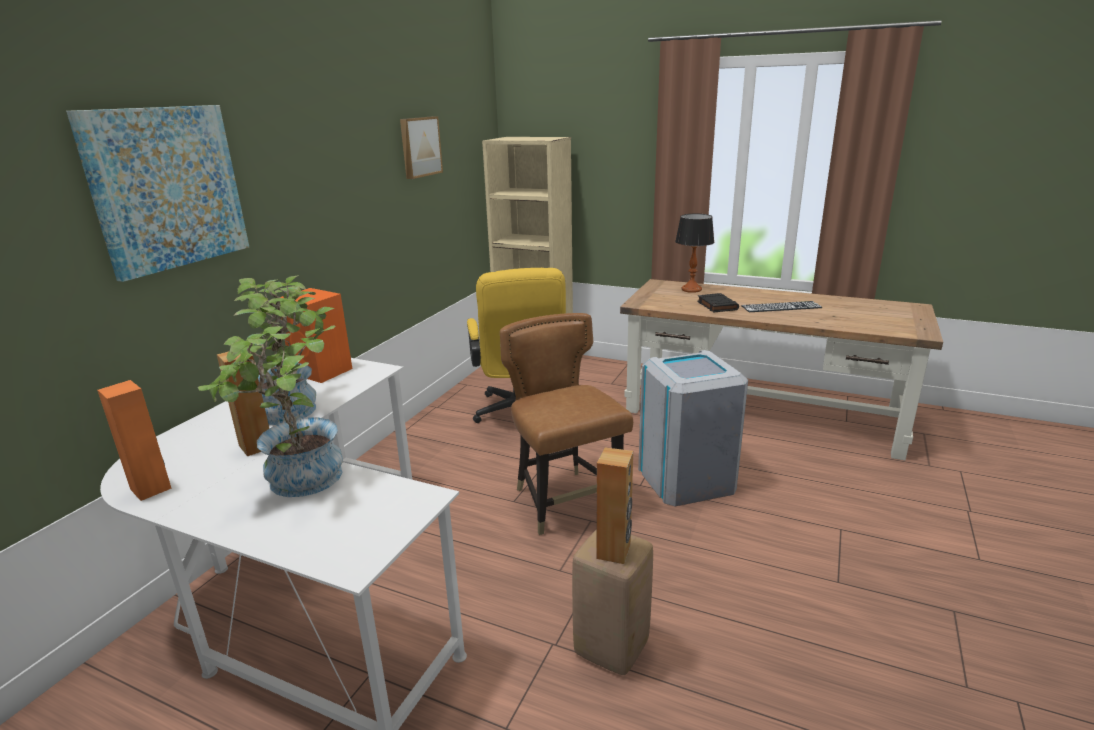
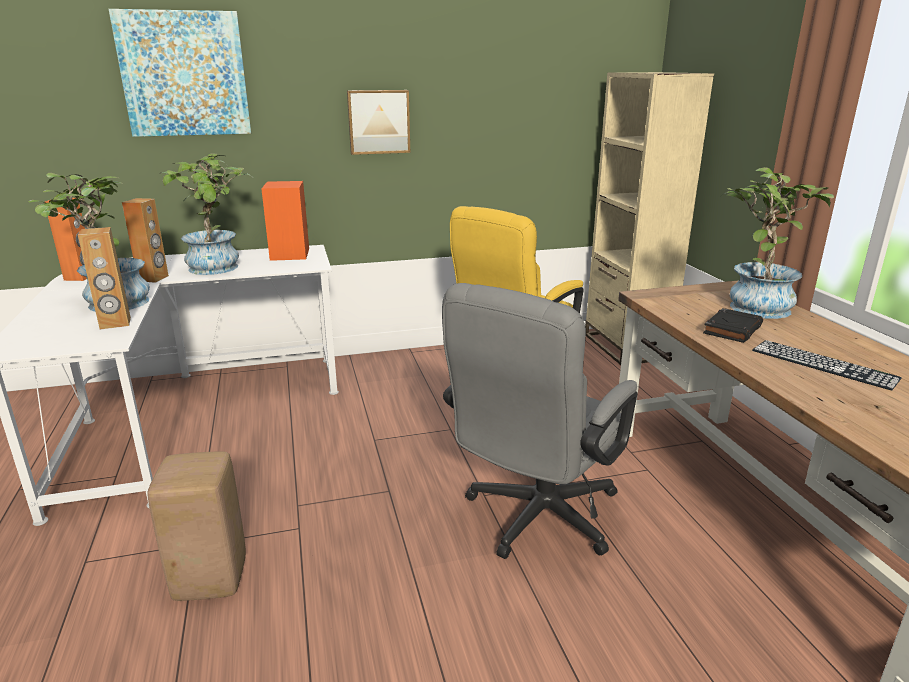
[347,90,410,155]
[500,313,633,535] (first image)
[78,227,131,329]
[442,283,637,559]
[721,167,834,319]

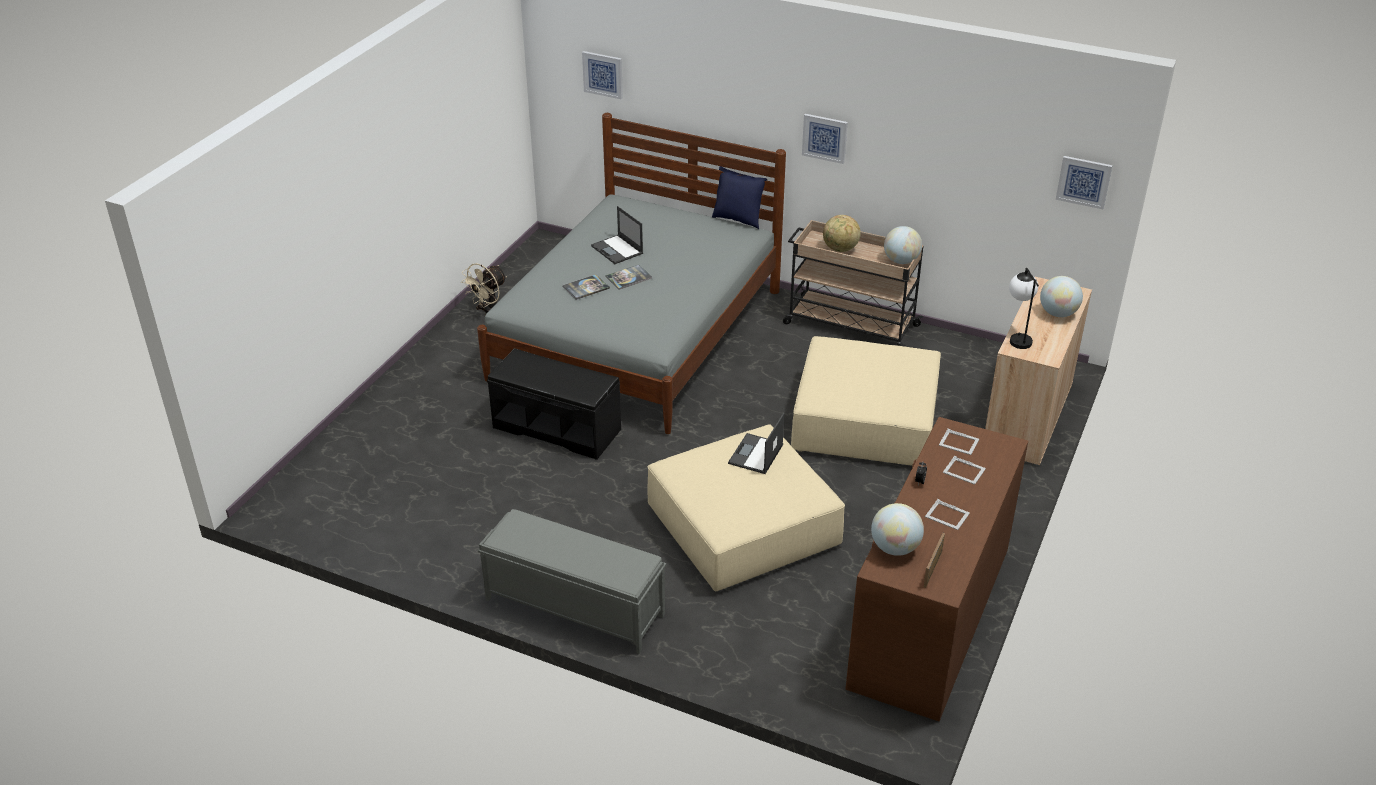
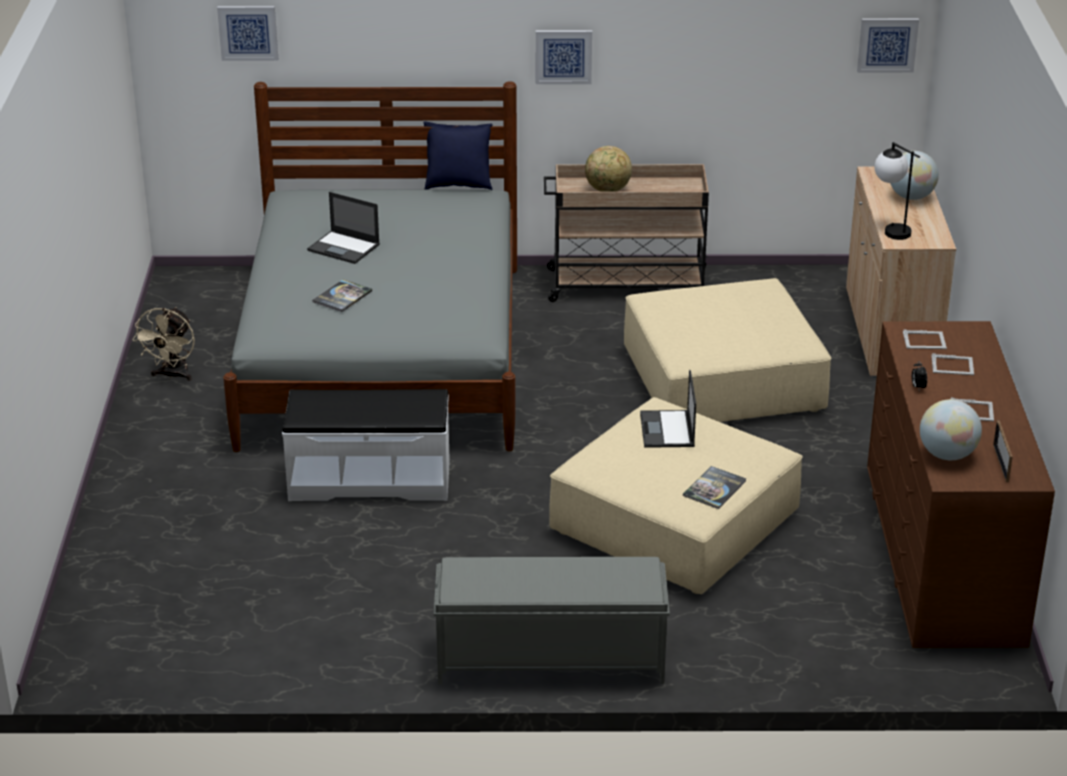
[282,389,450,501]
[683,466,746,509]
[884,226,922,264] (first image)

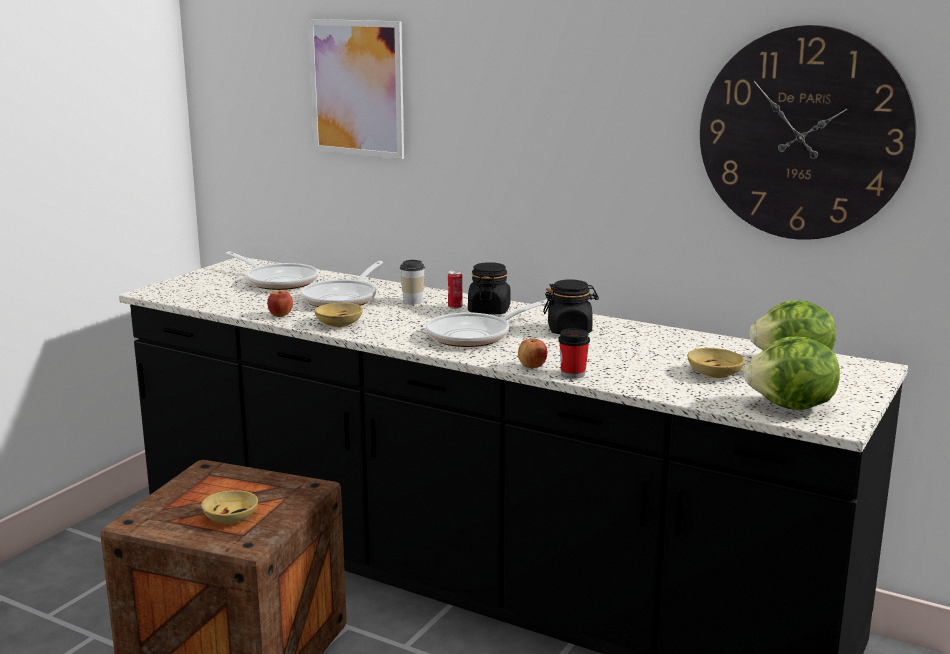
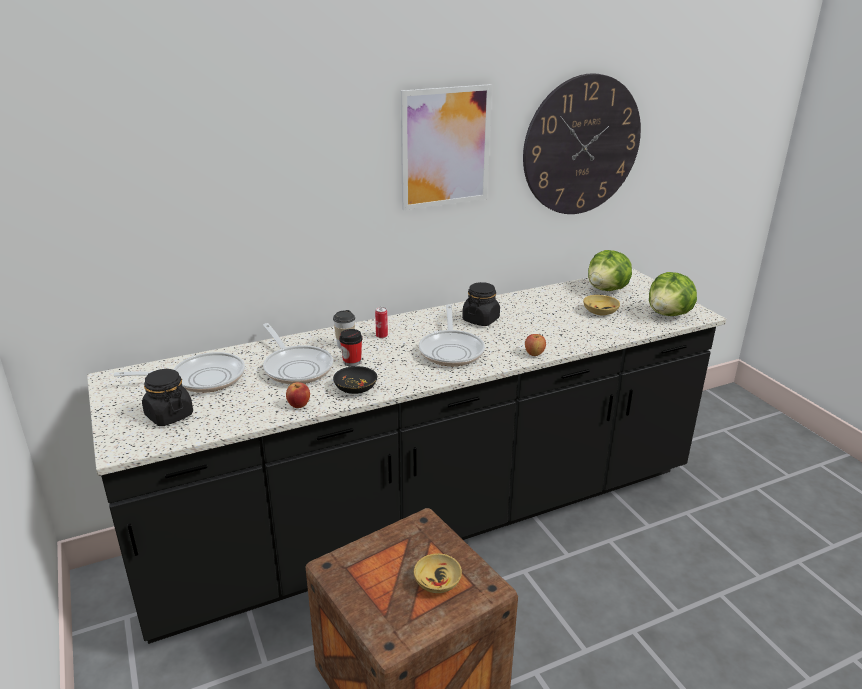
[401,84,492,210]
[333,366,377,394]
[142,369,193,426]
[339,329,363,366]

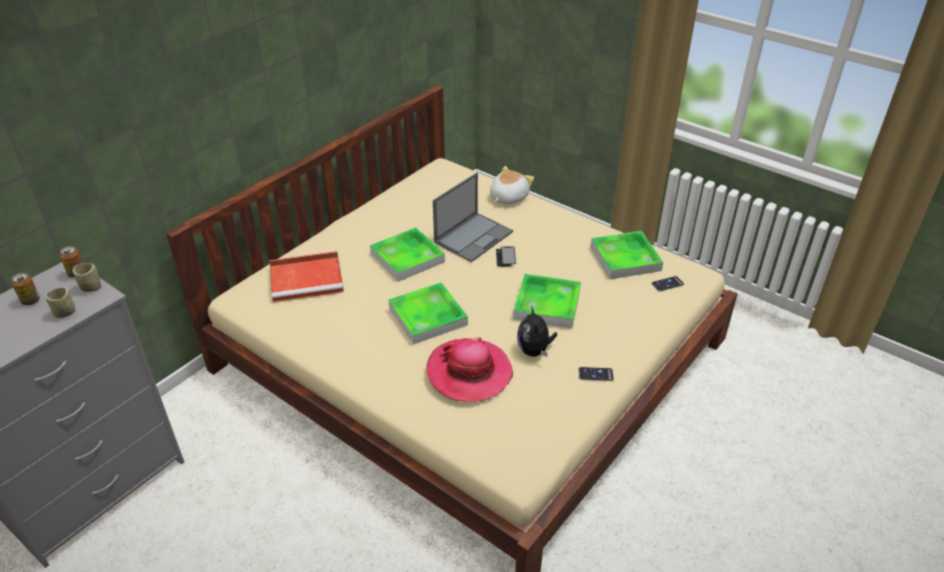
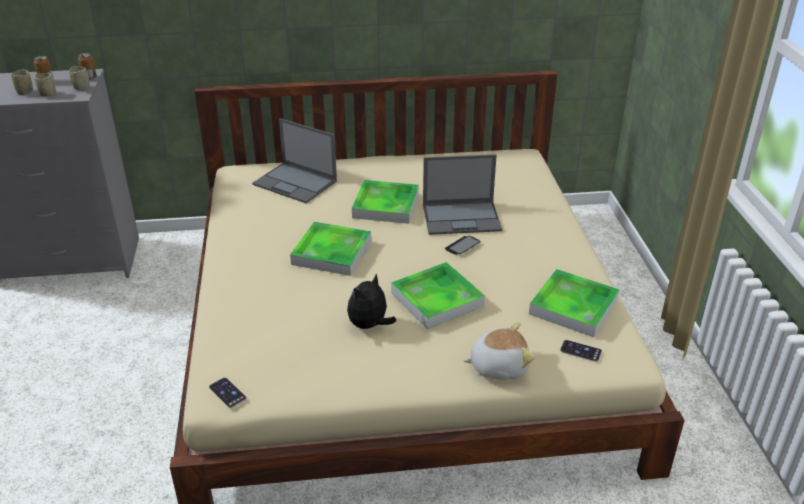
[252,118,337,204]
[426,337,513,402] (first image)
[463,322,535,380]
[209,378,247,408]
[11,69,33,95]

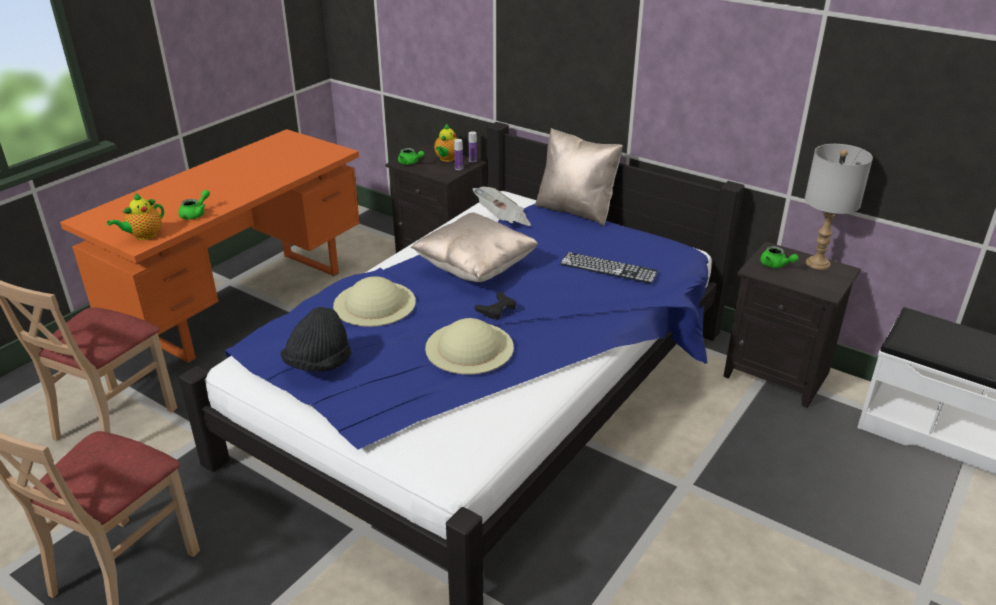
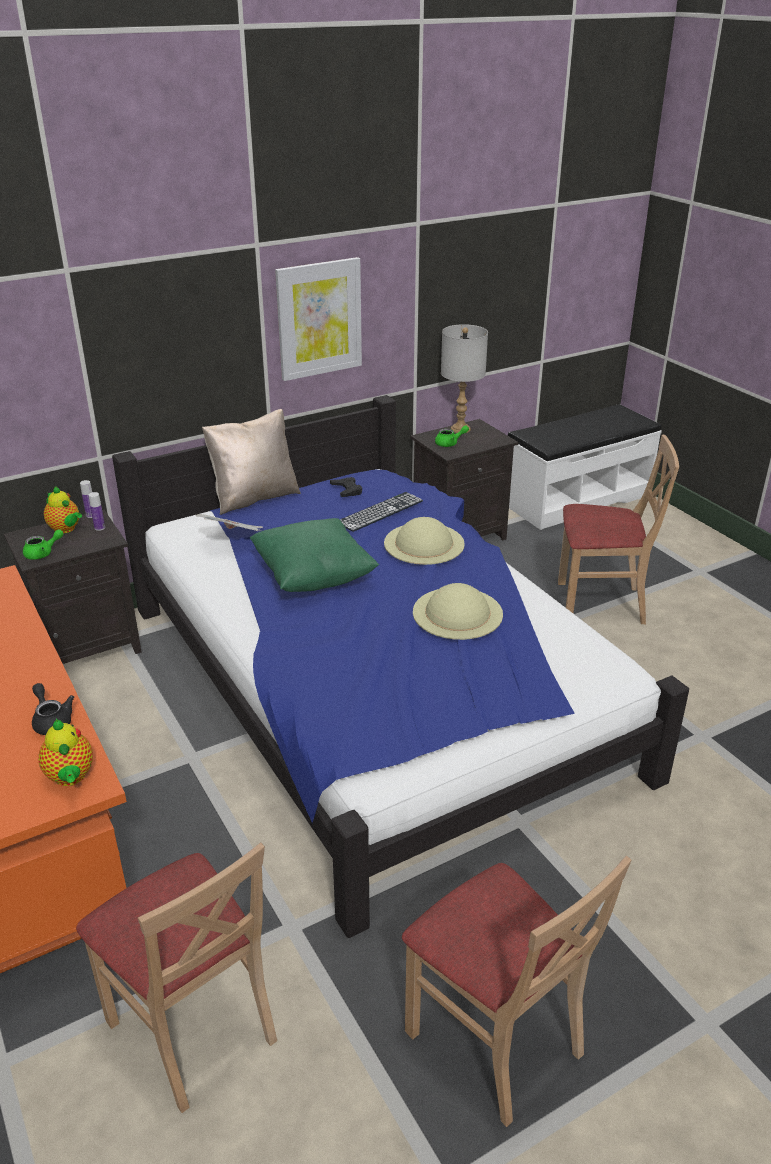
[32,683,74,735]
[280,307,351,372] (first image)
[384,517,465,565]
[250,518,379,592]
[330,477,362,497]
[275,257,362,381]
[558,435,679,624]

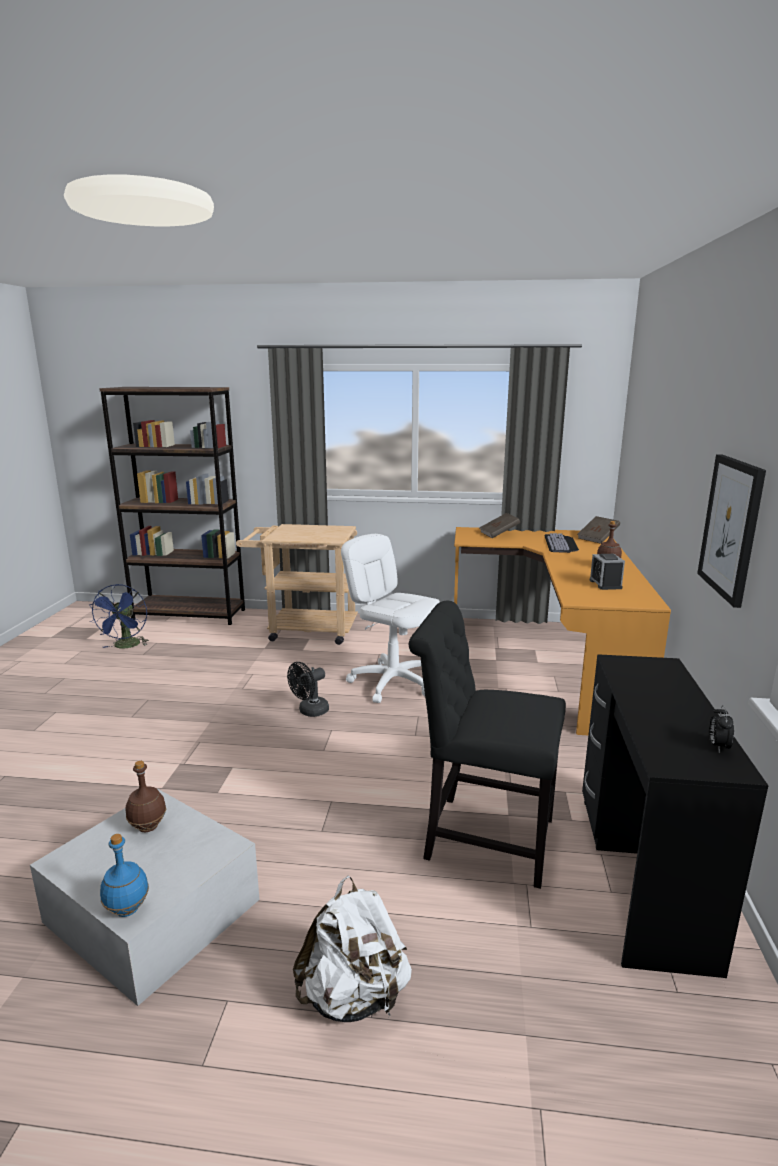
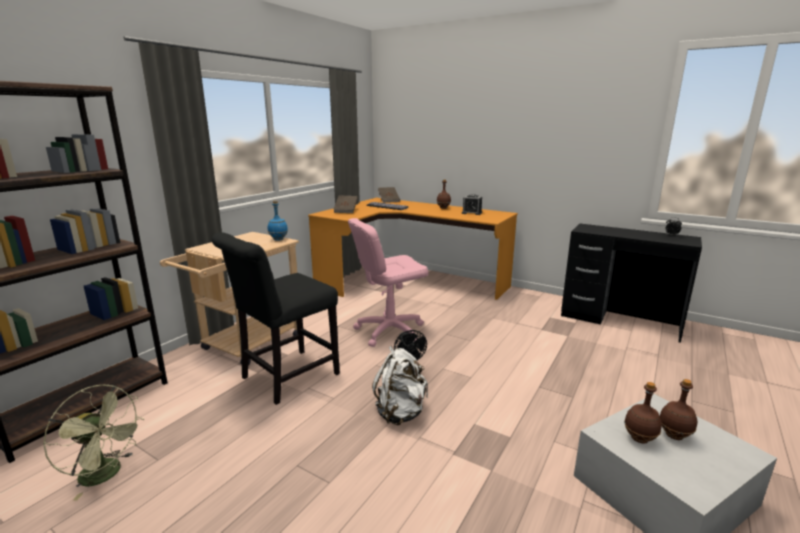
[43,384,145,501]
[268,201,288,241]
[372,346,428,425]
[348,218,428,347]
[212,232,340,405]
[697,454,766,608] (first image)
[660,379,697,440]

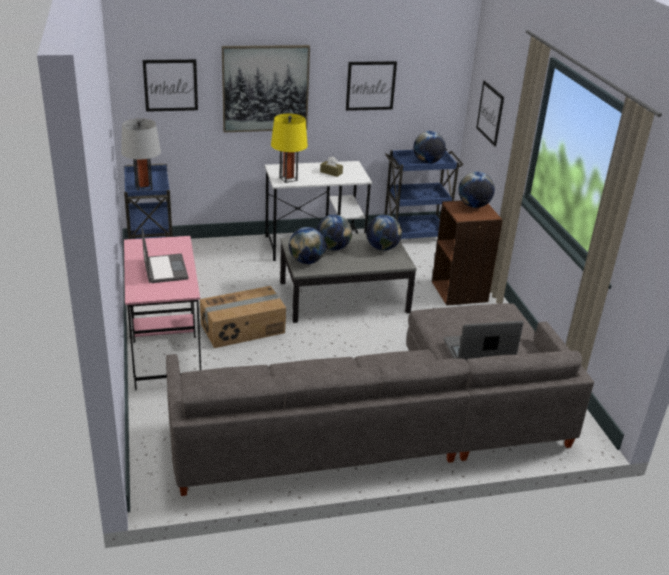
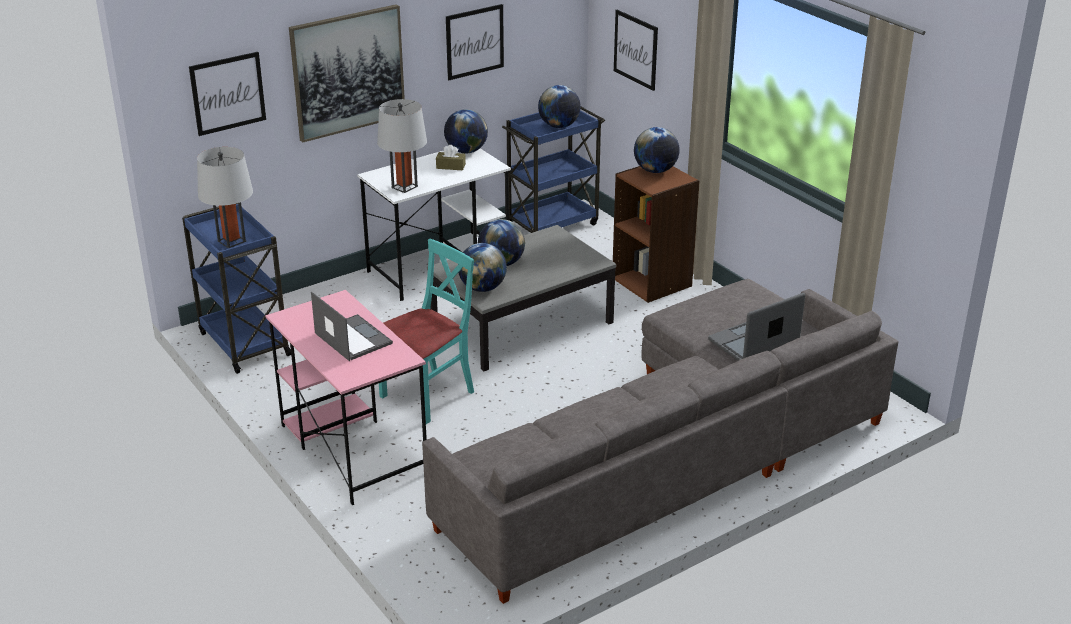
[379,239,474,424]
[377,99,427,193]
[444,109,488,153]

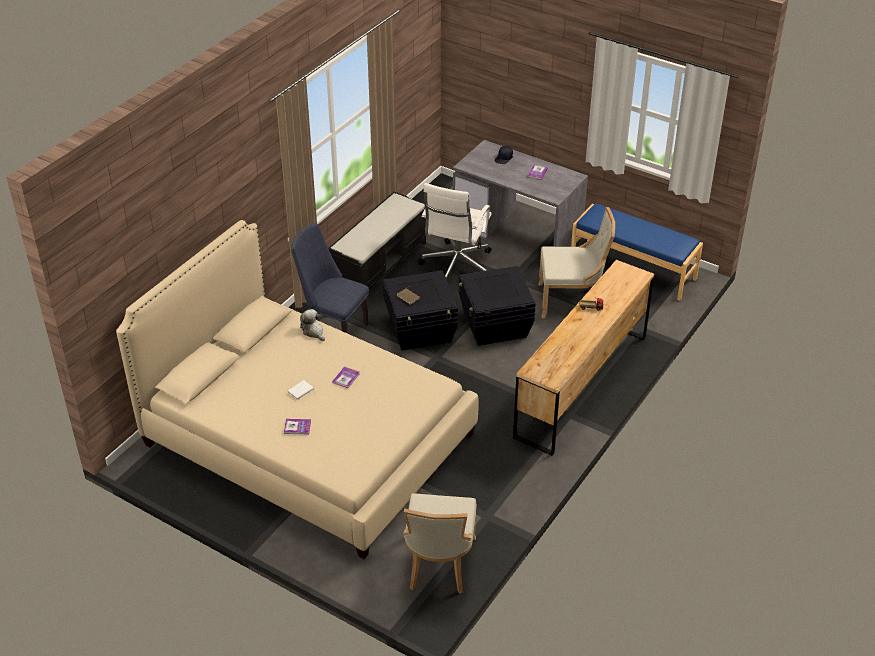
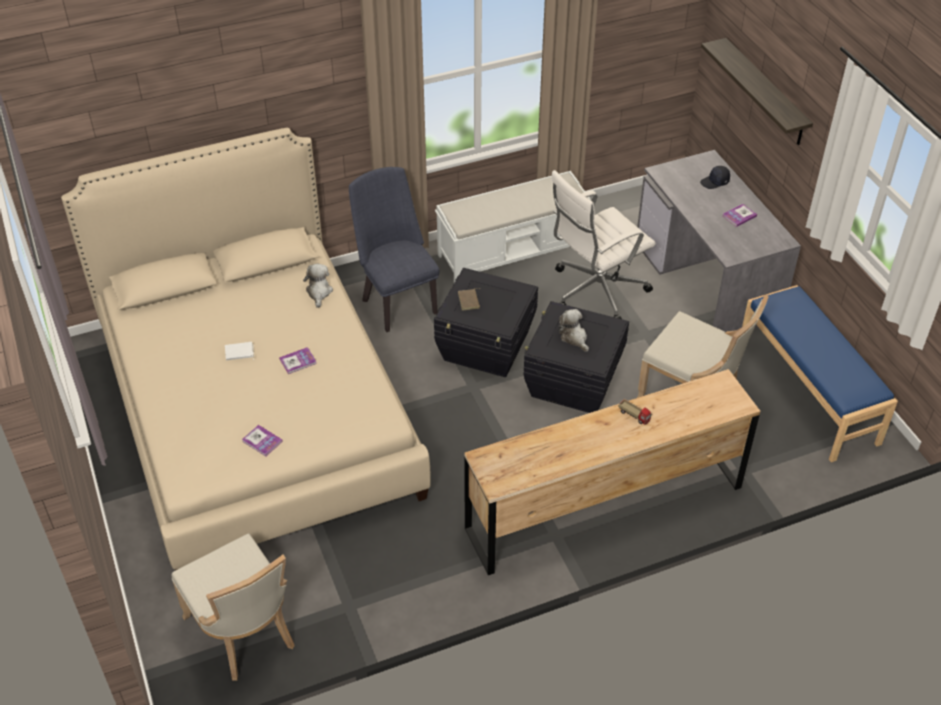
[242,425,283,456]
[435,171,591,283]
[172,534,295,681]
[558,309,589,352]
[701,38,813,145]

